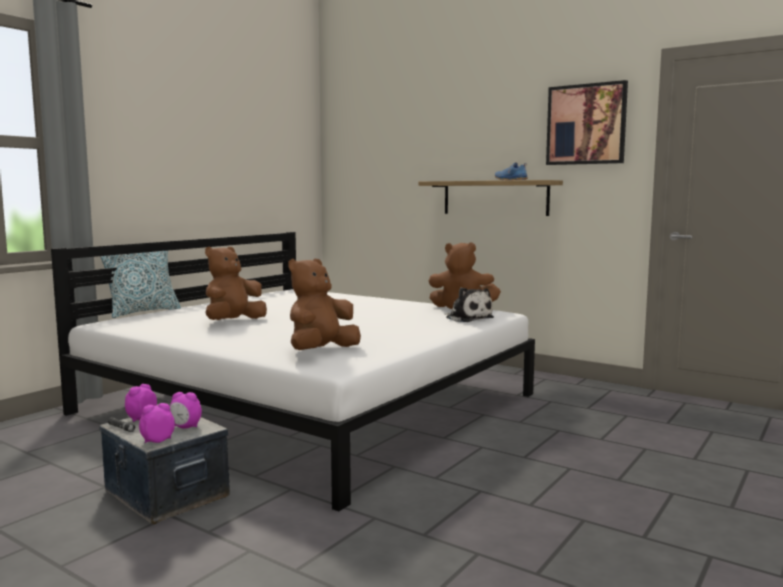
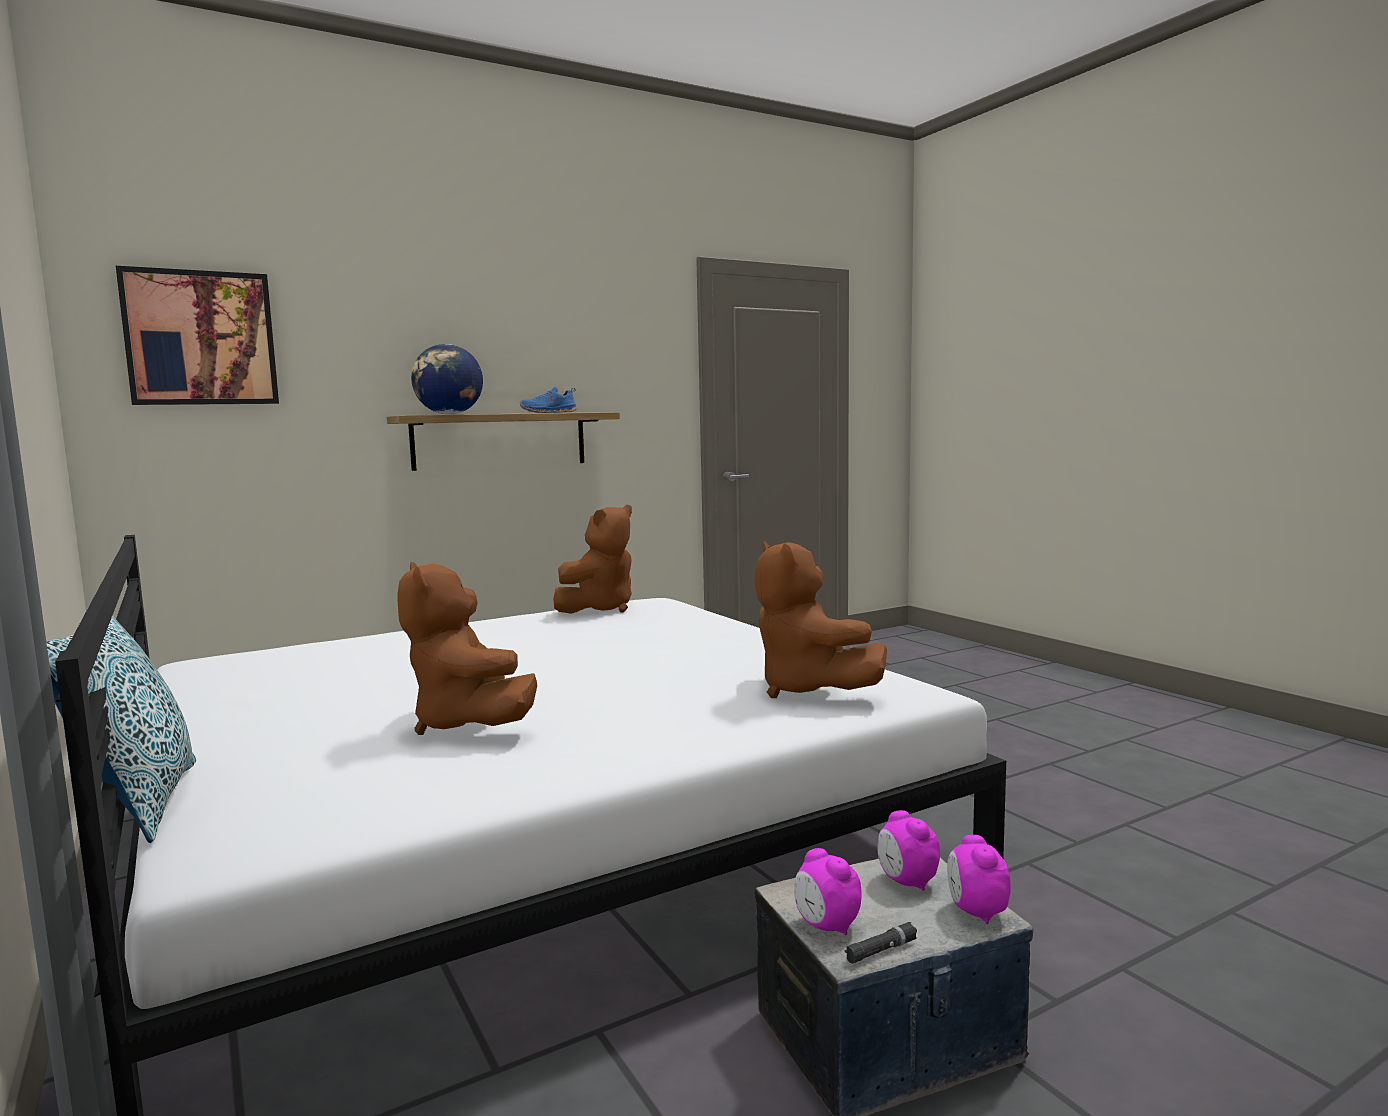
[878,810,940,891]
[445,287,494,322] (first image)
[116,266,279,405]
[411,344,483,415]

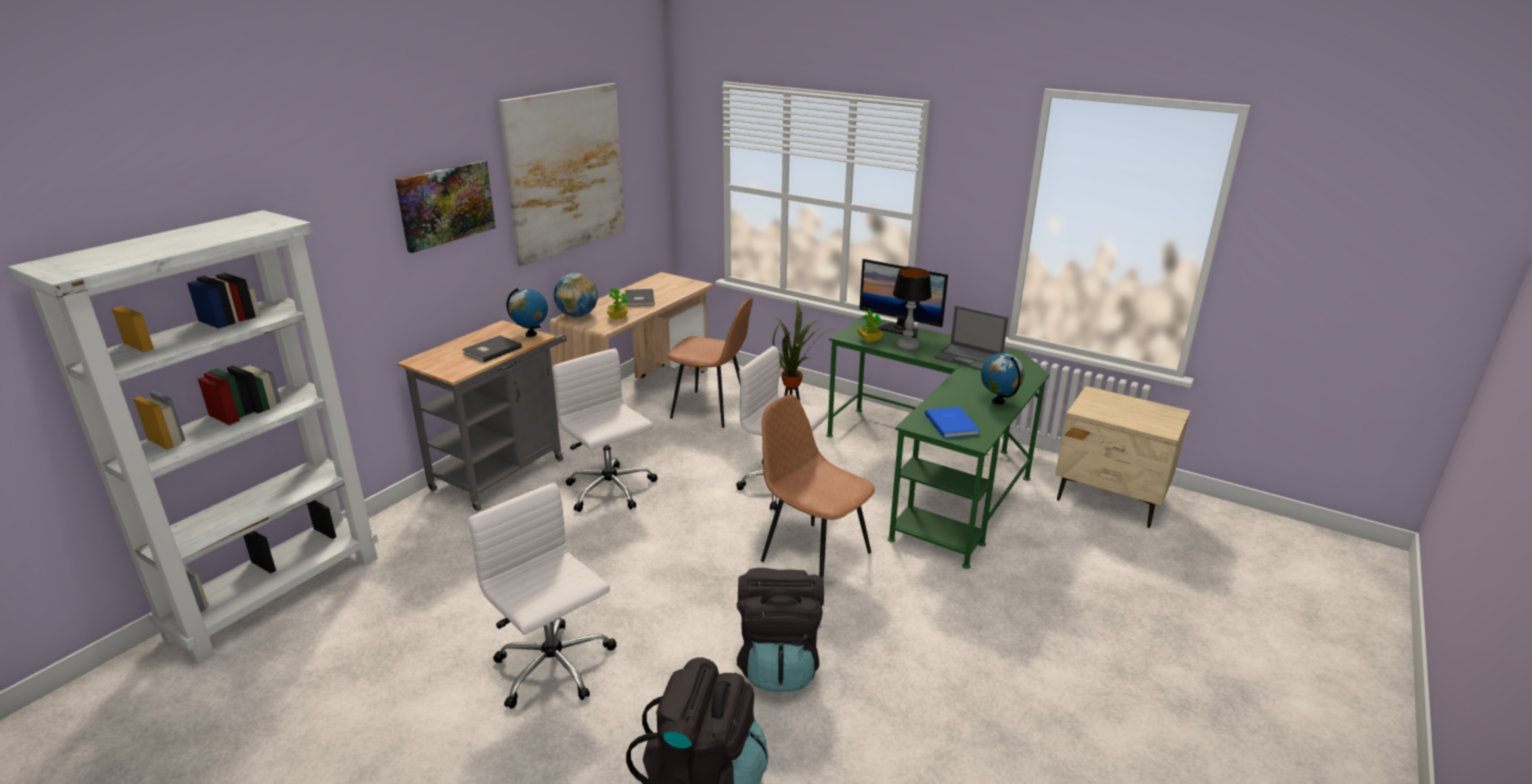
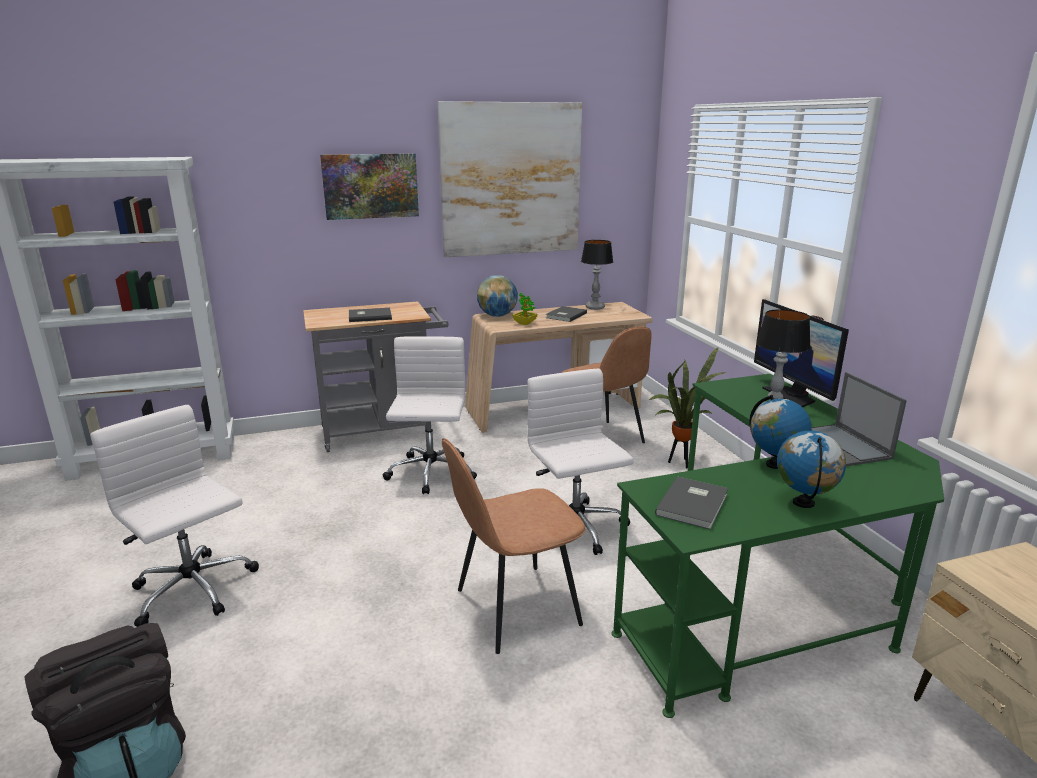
[90,405,259,627]
[749,395,812,469]
[737,568,824,692] (first image)
[442,438,586,654]
[857,309,883,342] (first image)
[655,476,728,530]
[581,240,613,310]

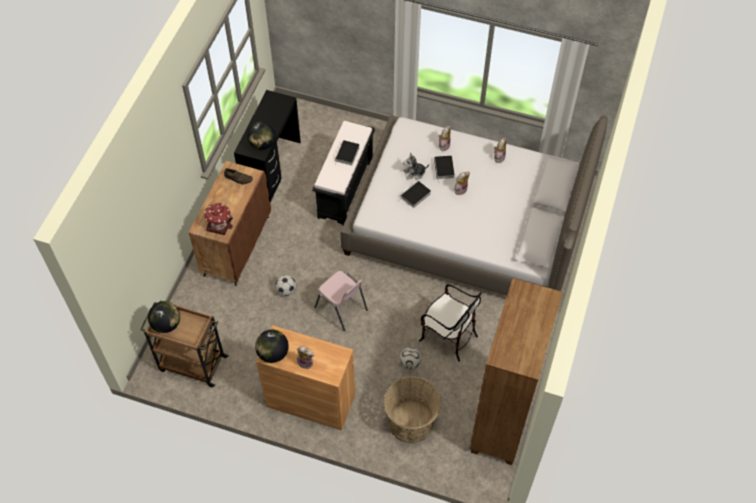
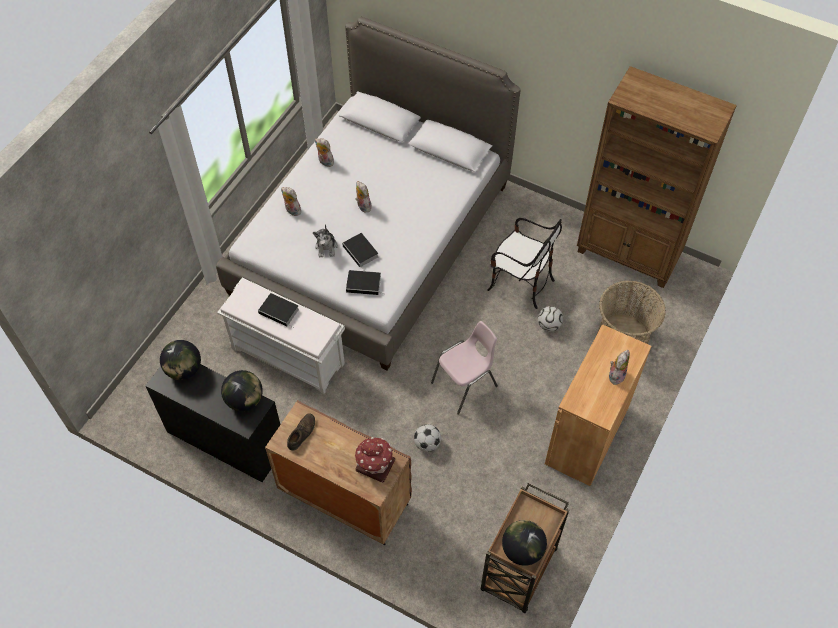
[160,340,201,380]
[217,278,345,394]
[487,218,562,309]
[346,270,385,295]

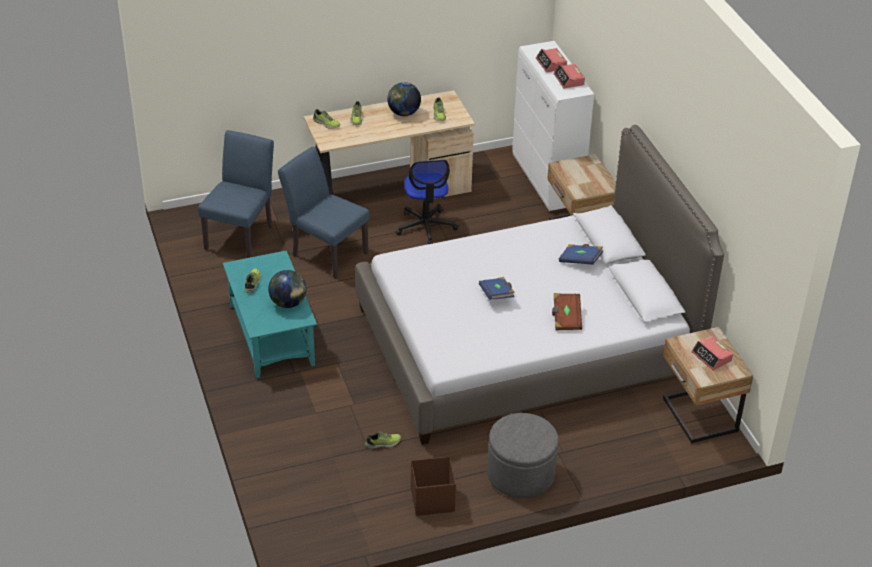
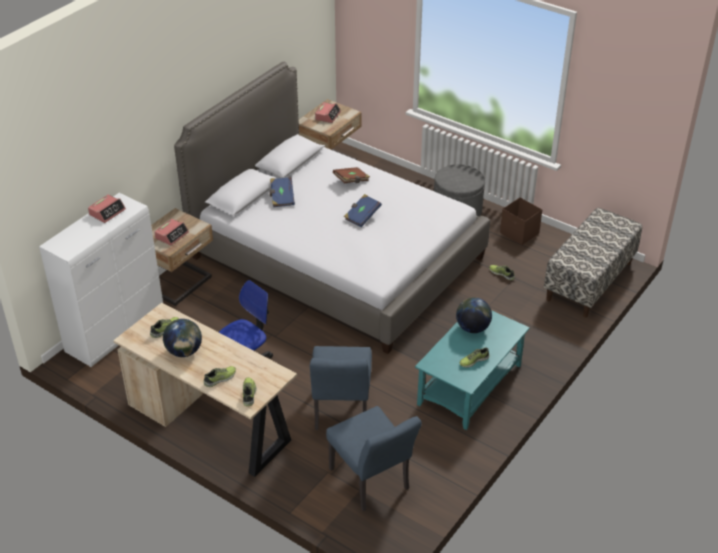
[326,406,422,511]
[154,219,189,246]
[544,207,642,317]

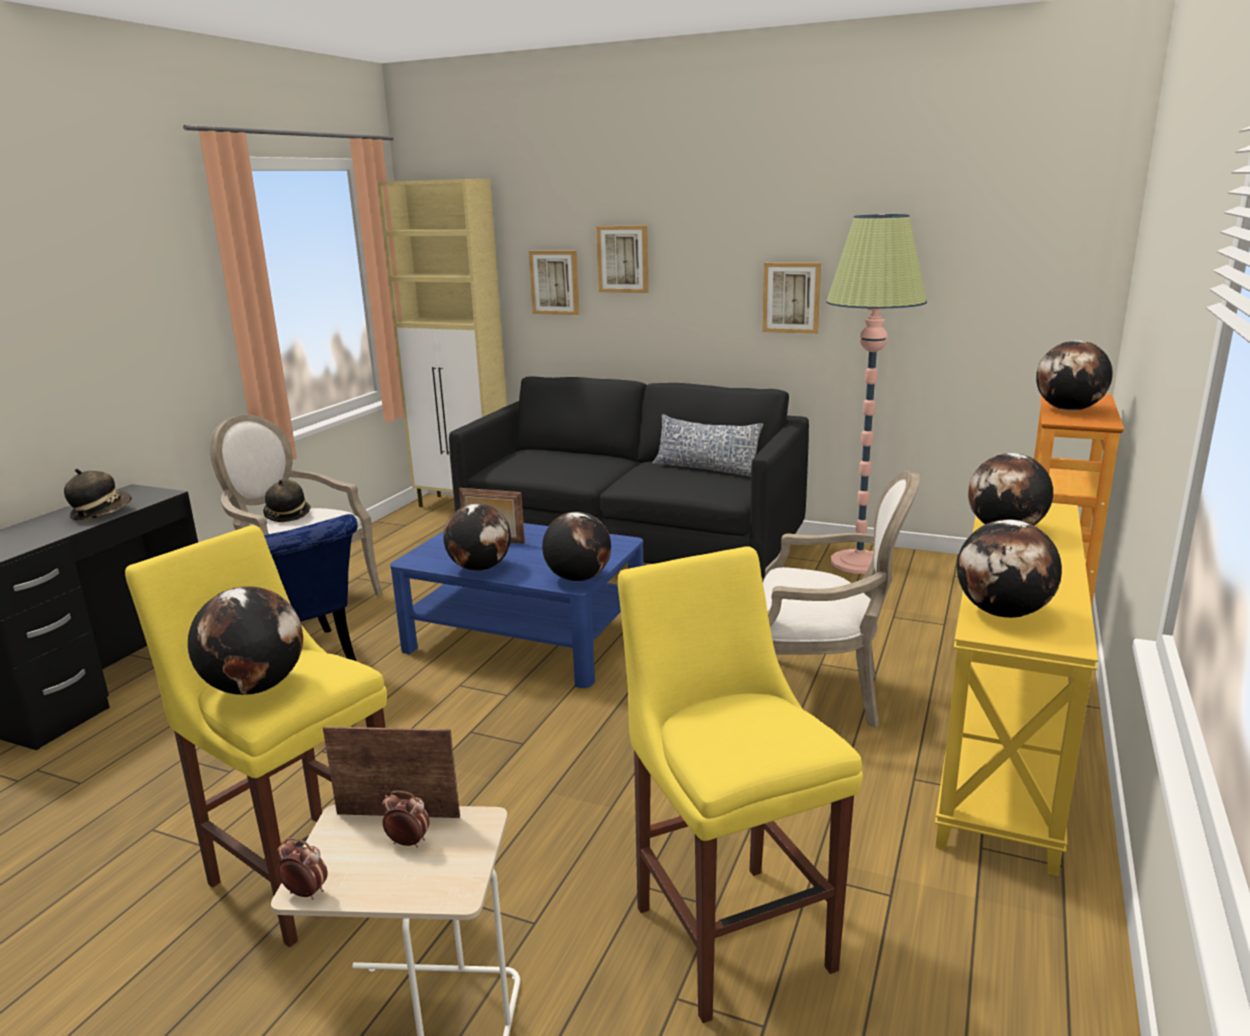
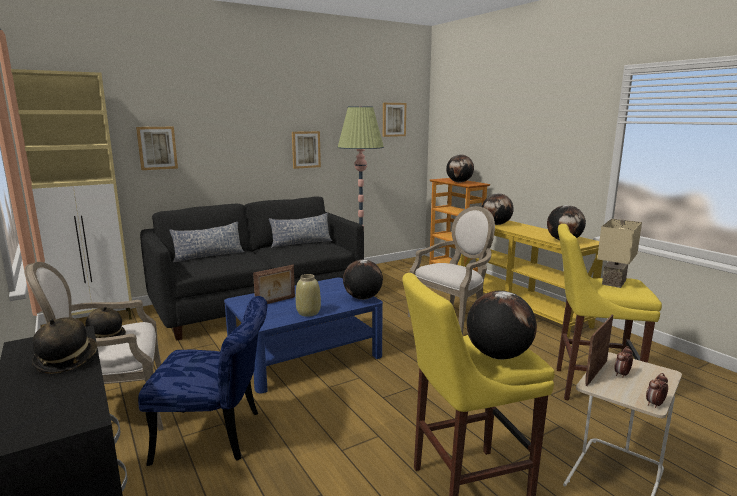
[296,274,321,317]
[383,103,406,137]
[169,222,244,263]
[597,219,642,288]

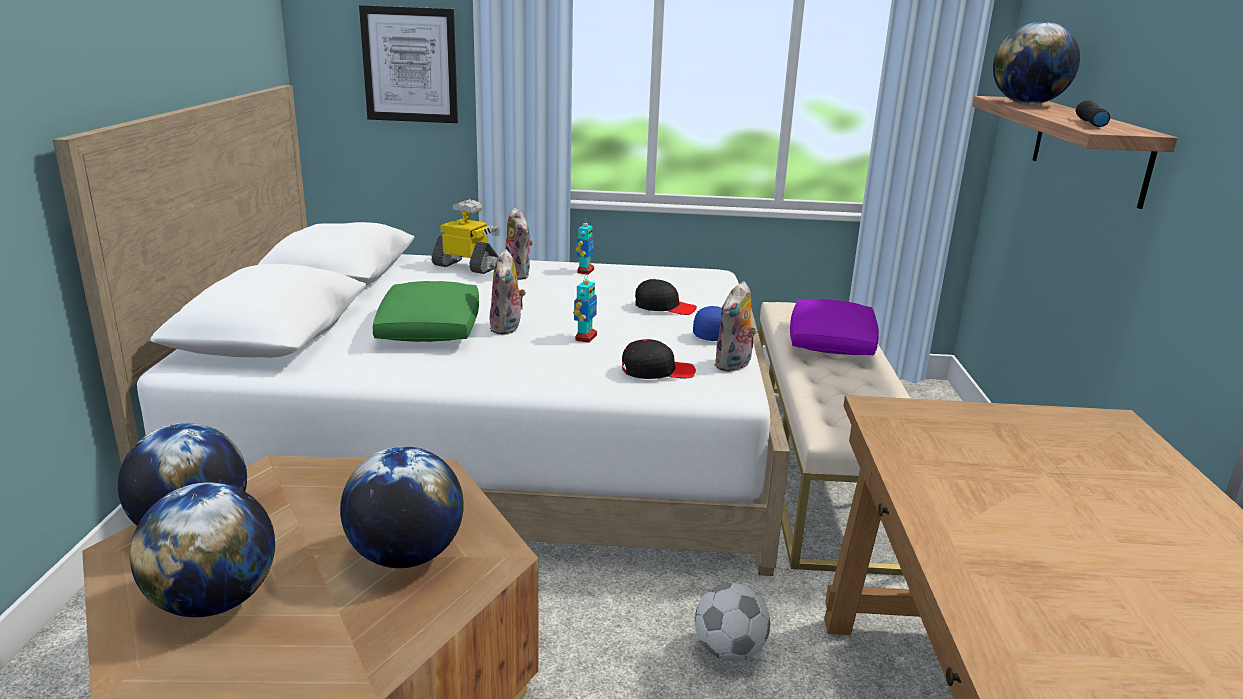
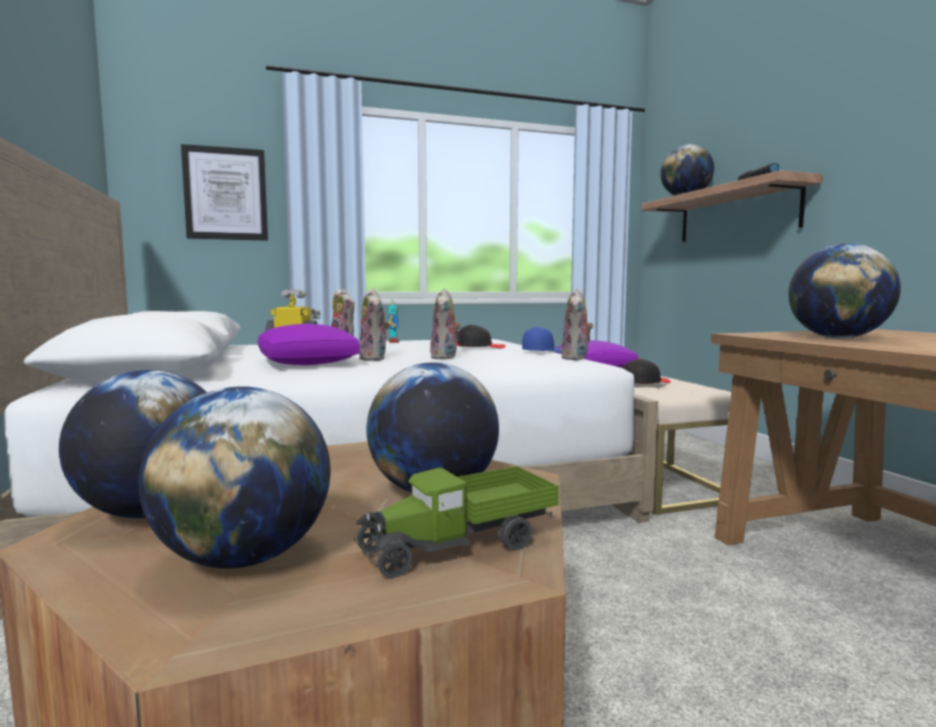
[258,324,360,365]
[430,288,461,359]
[623,358,671,384]
[695,583,770,661] (first image)
[354,466,559,578]
[788,243,901,338]

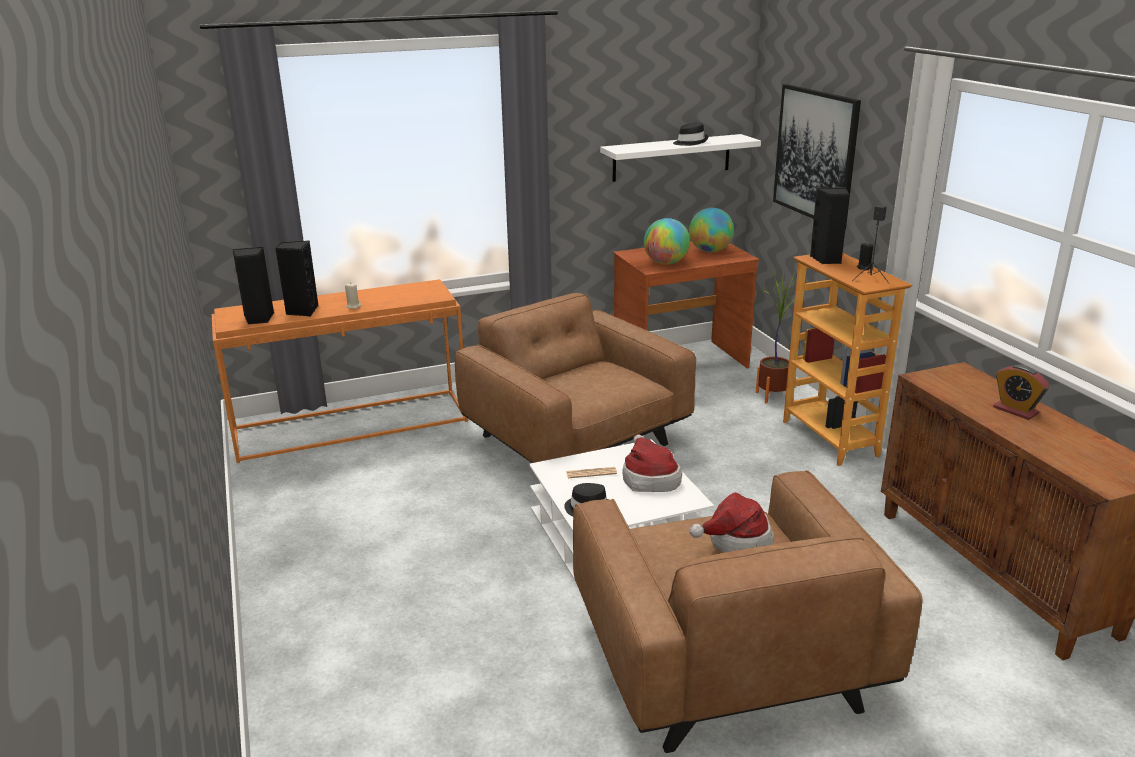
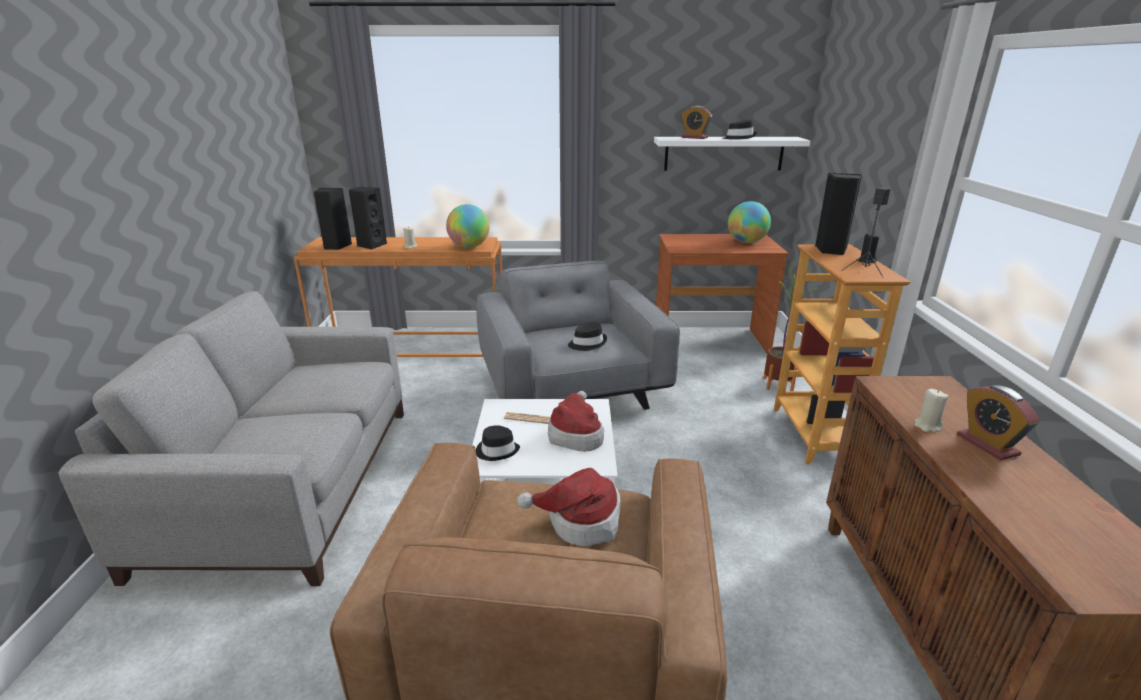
[476,260,680,410]
[446,204,489,248]
[773,84,861,230] (first image)
[58,291,404,586]
[568,322,607,351]
[681,105,712,139]
[914,389,949,432]

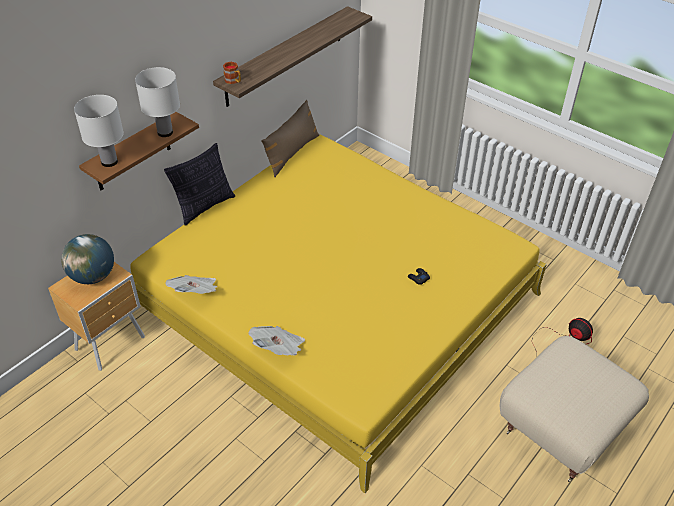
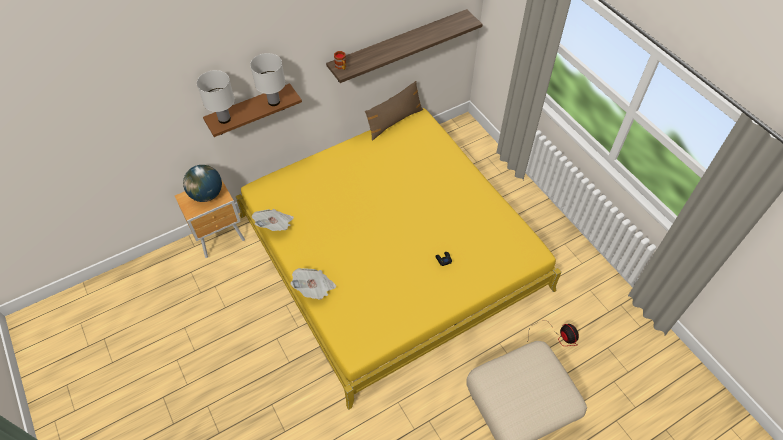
[164,143,235,226] (first image)

